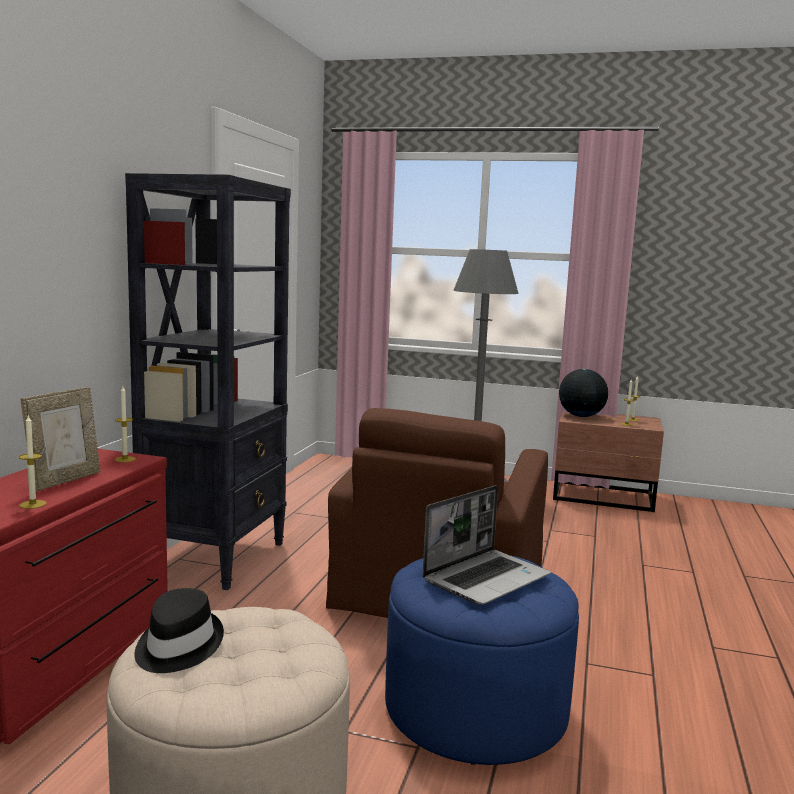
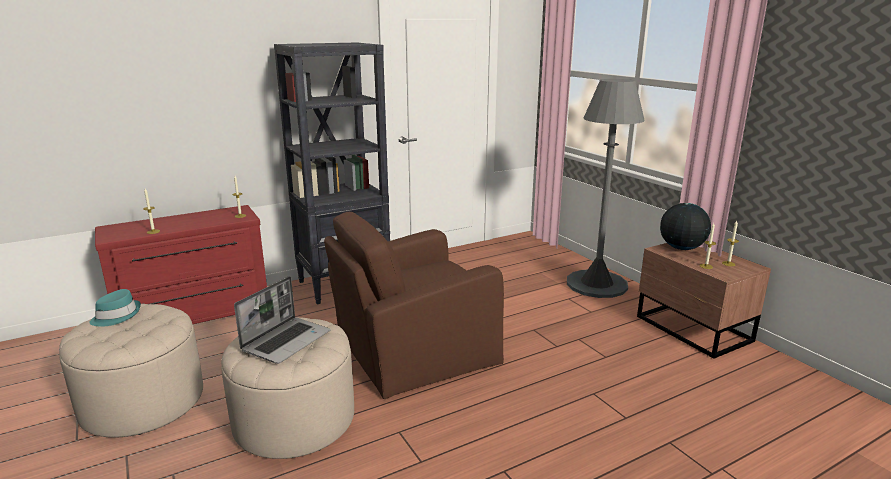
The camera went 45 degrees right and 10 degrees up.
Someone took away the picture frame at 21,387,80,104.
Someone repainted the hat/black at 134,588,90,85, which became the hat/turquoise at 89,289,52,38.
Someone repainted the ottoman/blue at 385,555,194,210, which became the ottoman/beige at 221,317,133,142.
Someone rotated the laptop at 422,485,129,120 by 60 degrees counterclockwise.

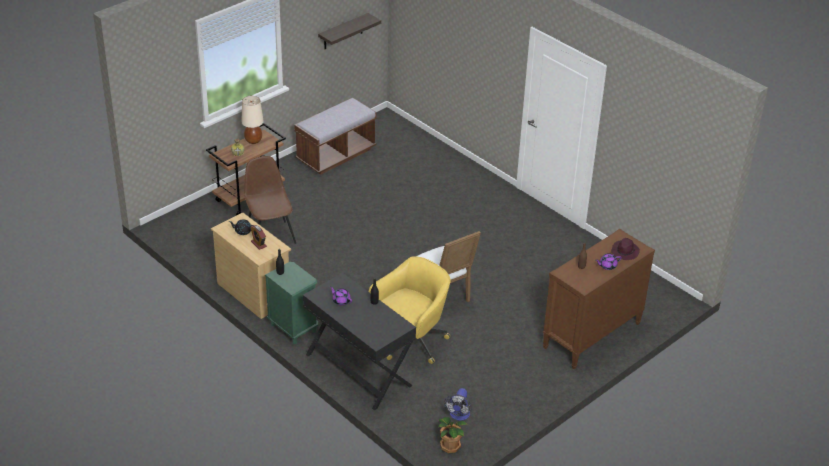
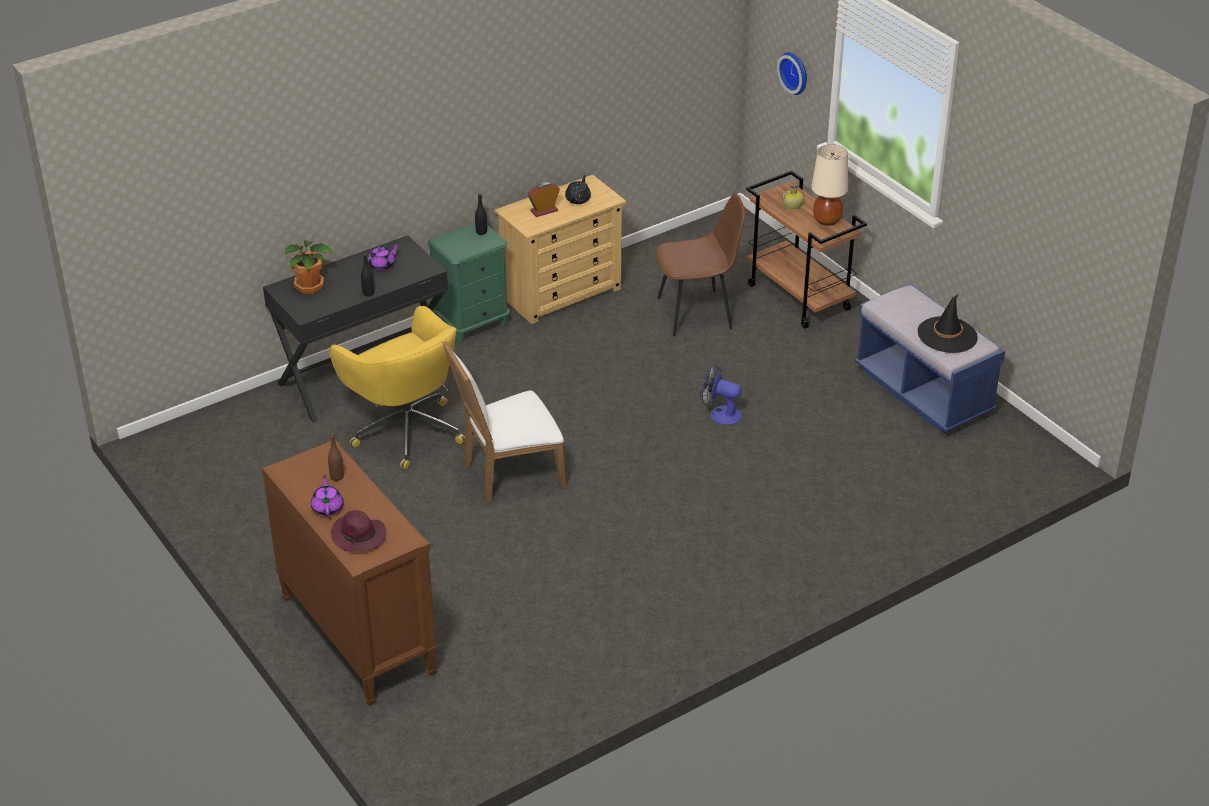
The camera went 100 degrees right and 0 degrees up.
Someone took away the shelf at 318,13,63,36.
Someone put up the wall clock at 777,52,30,43.
Someone put down the hat/black at 918,295,60,58.
Someone carried the potted plant from 439,417,29,37 to 285,241,48,53.
Someone carried the fan from 444,388,28,33 to 700,364,42,61.
Someone repainted the bench/brown at 294,98,83,77, which became the bench/blue at 855,283,150,150.

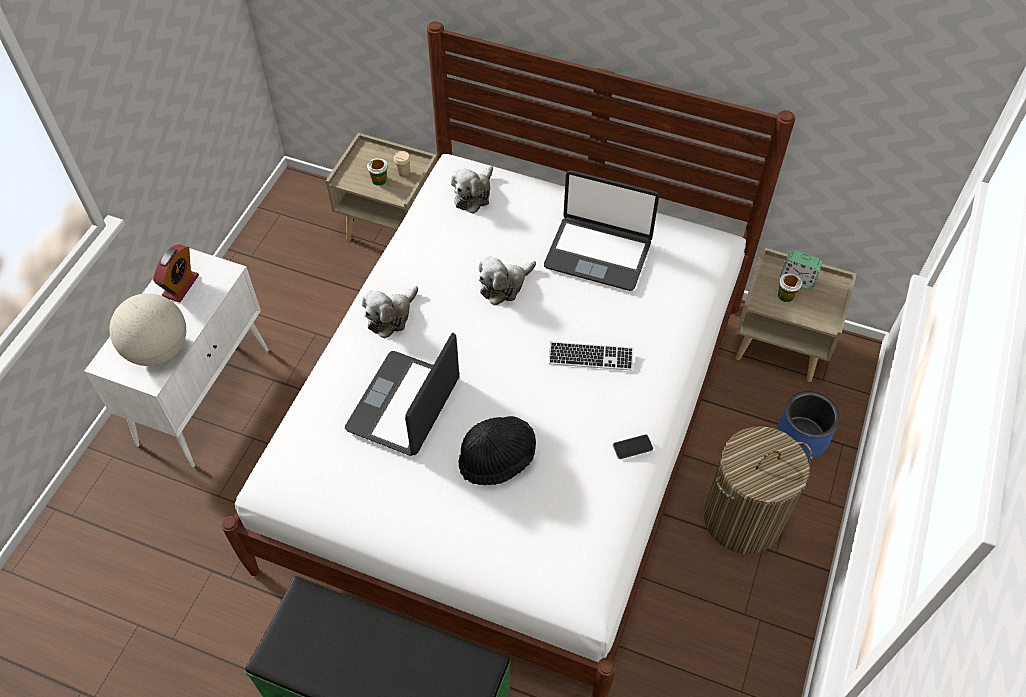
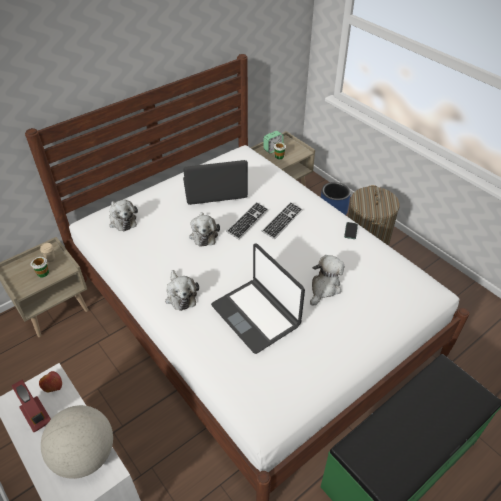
The camera went 60 degrees left and 10 degrees down.
Someone put down the apple at 39,371,23,21.
Someone put down the keyboard at 226,202,43,37.
Someone swapped the hat/black at 458,416,78,69 for the plush toy at 310,255,34,51.
Someone rotated the laptop at 544,170,115,121 by 150 degrees counterclockwise.

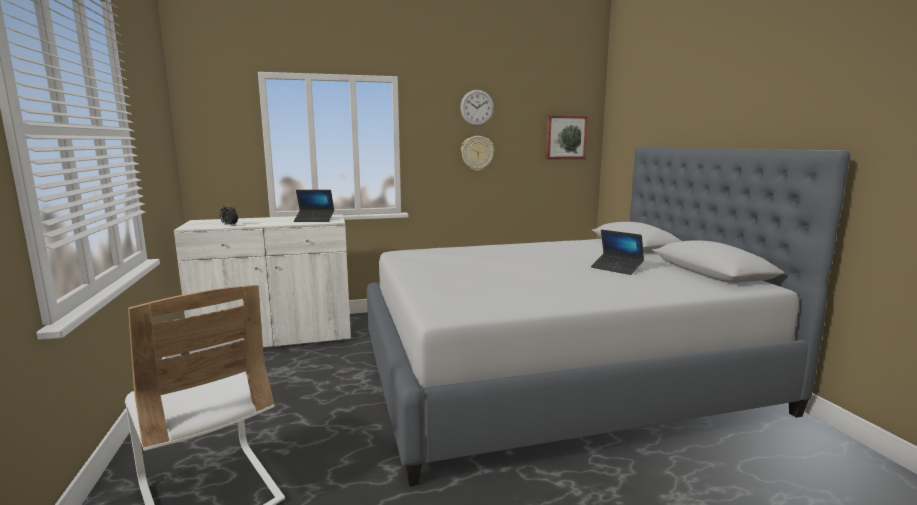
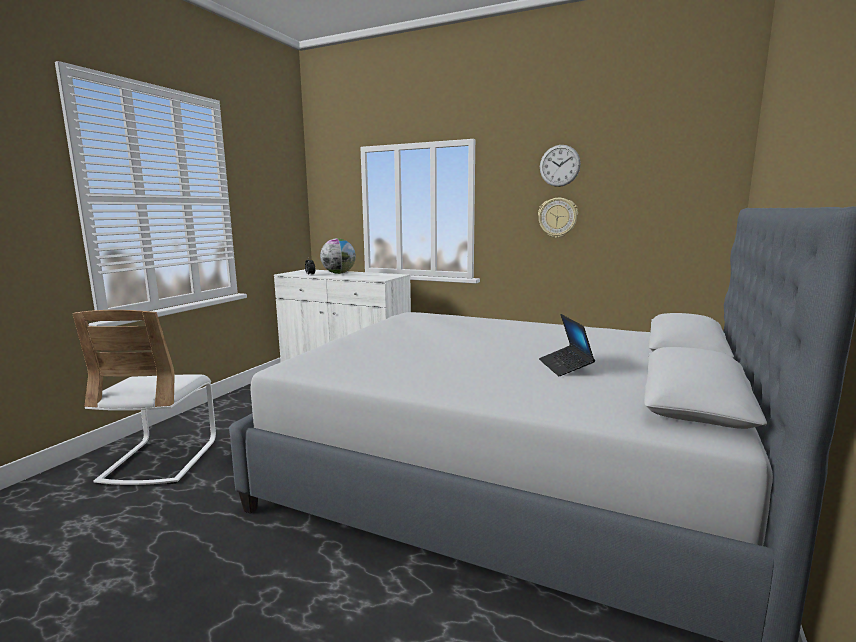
The camera went 40 degrees right and 0 degrees up.
Someone took away the laptop at 294,190,40,32.
Someone took away the picture at 545,115,43,45.
Someone put down the globe at 320,238,36,36.

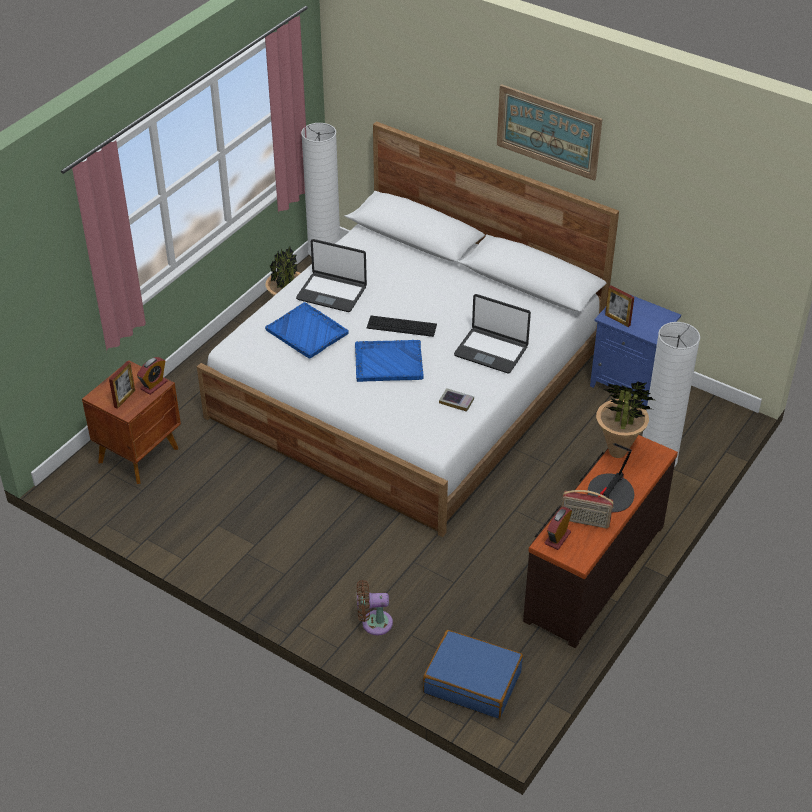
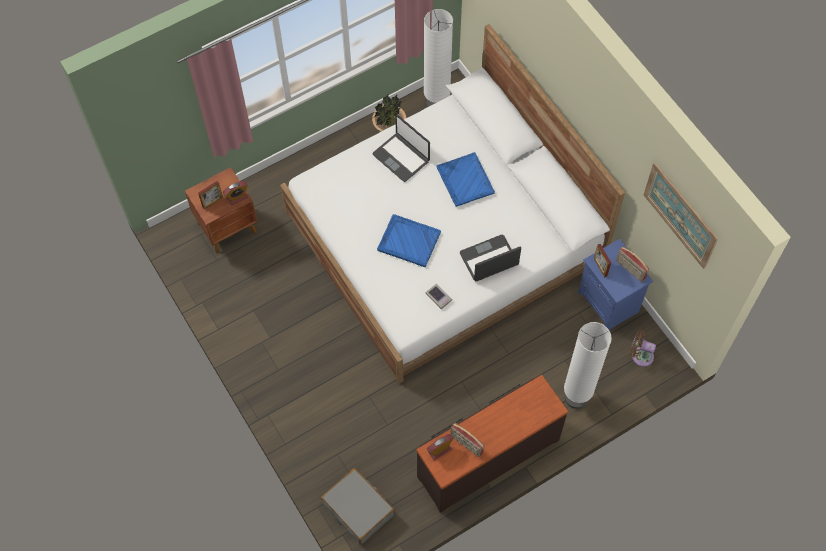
The camera went 25 degrees right and 20 degrees up.
Someone took away the keyboard at 367,316,70,21.
Someone took away the table lamp at 588,443,46,70.
Someone took away the potted plant at 596,381,58,77.
Someone put down the radio at 616,246,33,36.
Someone carried the tray/blue from 265,302,84,57 to 437,152,58,55.
Someone carried the fan/brown from 357,580,36,55 to 630,329,26,38.
Someone carried the picture from 497,84,105,97 to 644,162,74,107.
Someone repainted the suitcase/blue at 423,630,100,88, which became the suitcase/grey at 321,468,74,77.
Someone rotated the laptop at 454,294,77,79 by 105 degrees clockwise.

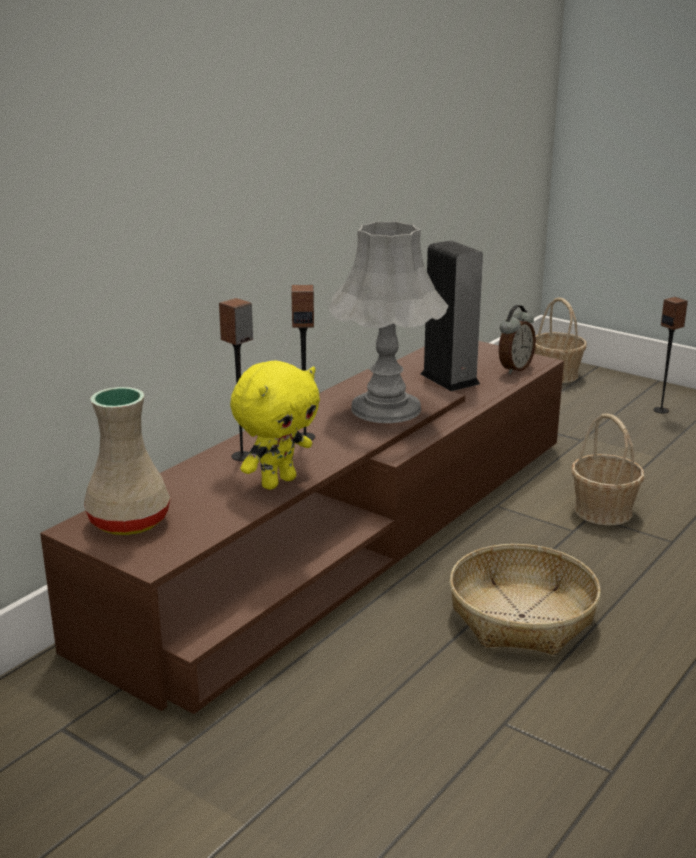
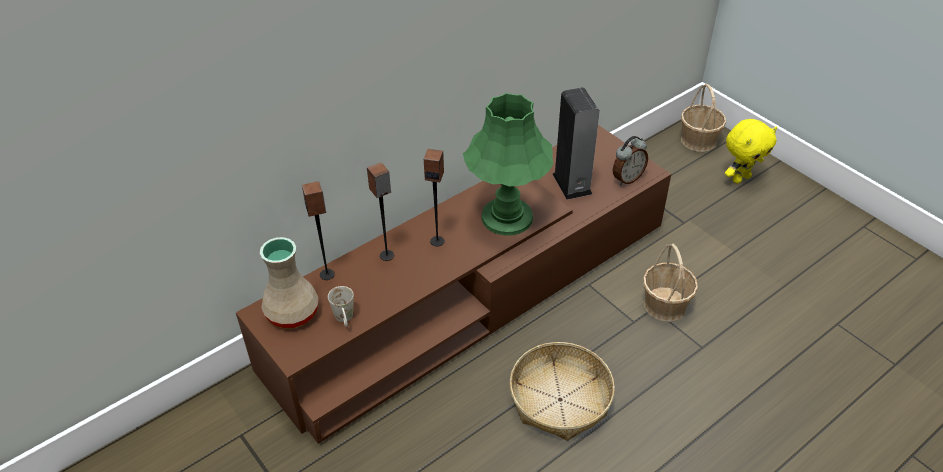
The camera went 15 degrees right and 20 degrees up.
Someone put down the mug/white at 328,286,26,41.
Someone carried the plush toy/yellow from 230,360,90,130 to 725,119,52,65.
Someone carried the speaker from 654,297,34,116 to 302,181,33,99.
Someone repainted the table lamp/grey at 328,221,120,202, which became the table lamp/green at 463,93,90,143.

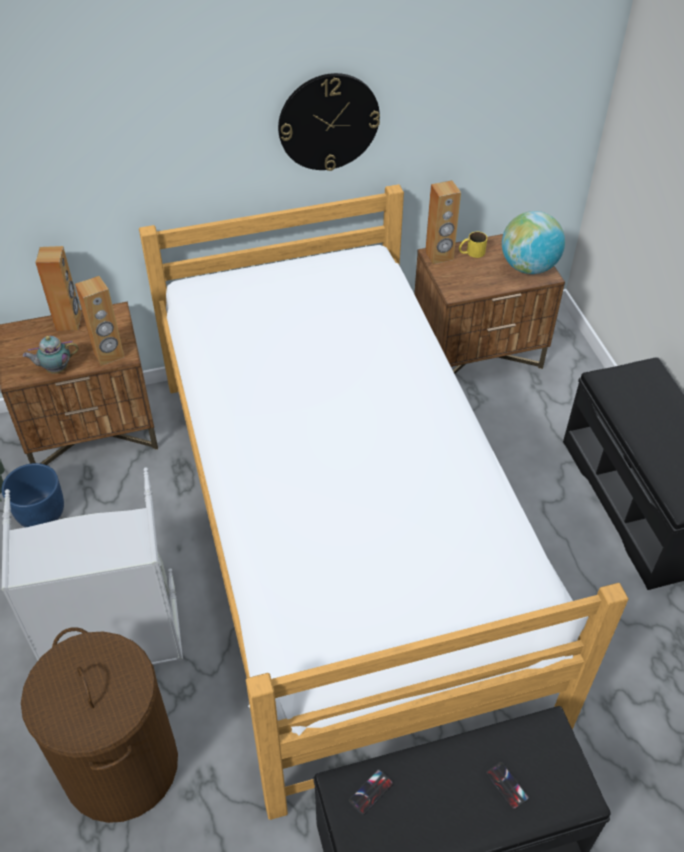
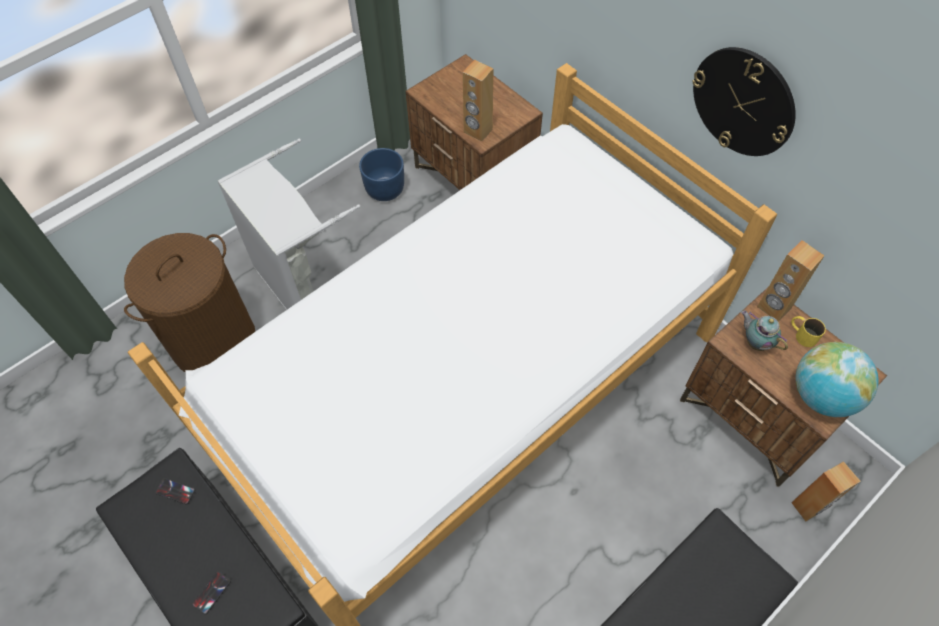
The camera went 65 degrees right and 10 degrees up.
Someone carried the teapot from 23,336,56,38 to 741,310,47,41.
Someone carried the speaker/brown from 35,246,46,85 to 791,461,70,60.

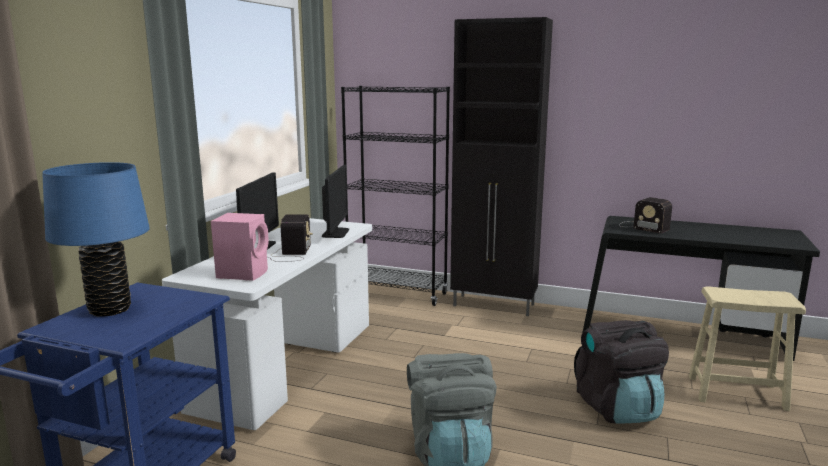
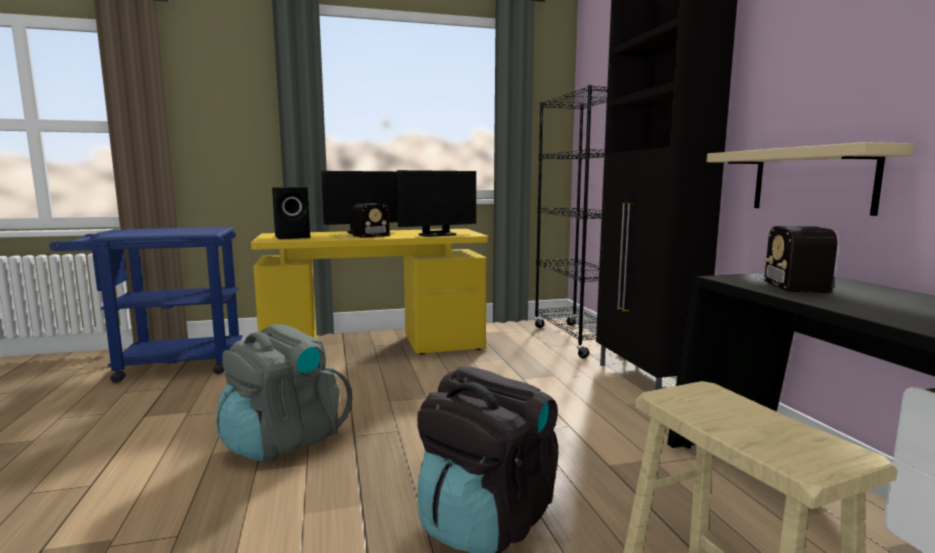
The camera went 55 degrees right and 5 degrees down.
Someone took away the table lamp/blue at 42,162,108,155.
Someone put up the shelf/beige at 706,142,208,74.
Someone repainted the desk/white at 162,218,210,212, which became the desk/yellow at 251,229,237,126.
Someone repainted the speaker/pink at 211,213,58,68, which became the speaker/black at 272,187,38,52.

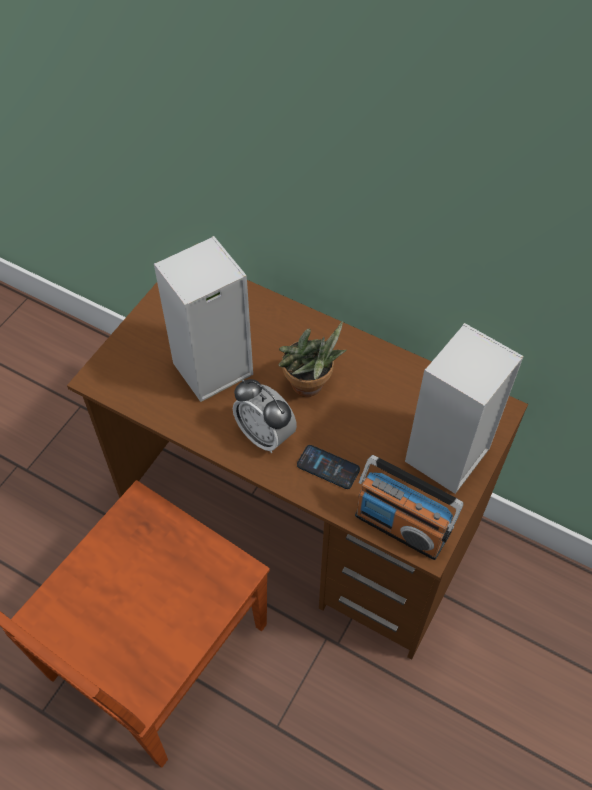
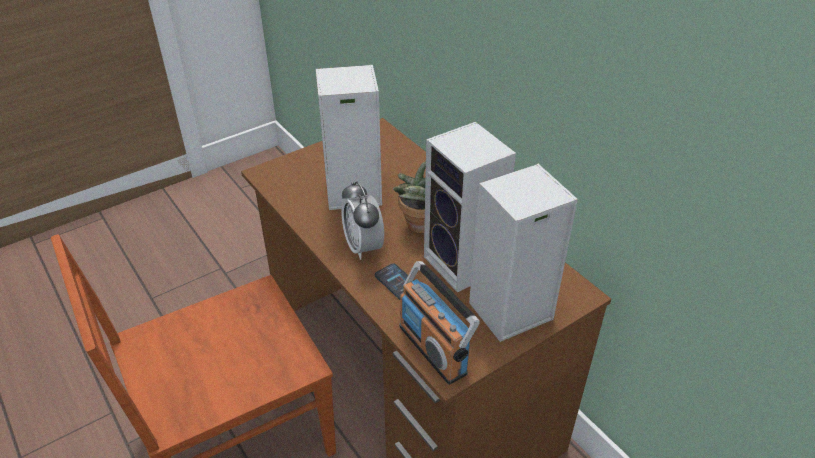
The camera went 25 degrees right and 15 degrees down.
Someone put down the speaker at 424,122,92,171.

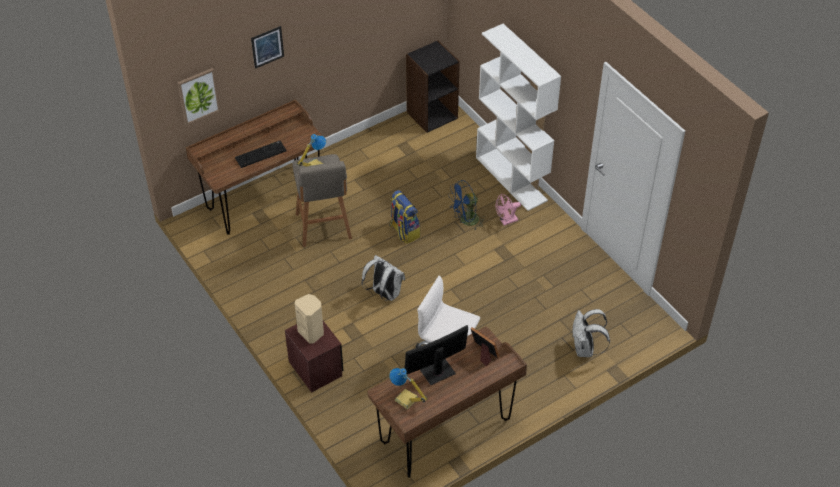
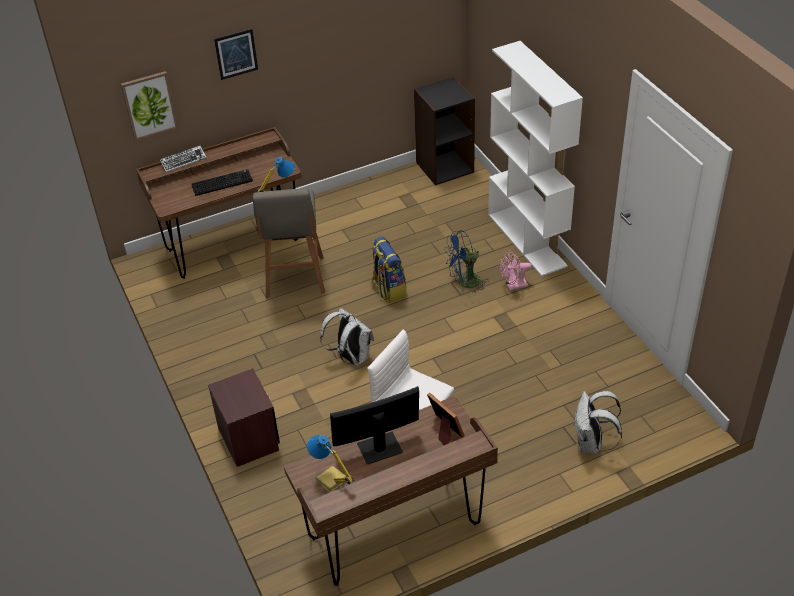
The camera went 10 degrees right and 5 degrees down.
Someone took away the speaker/beige at 294,294,30,49.
Someone put down the keyboard at 160,146,47,26.

